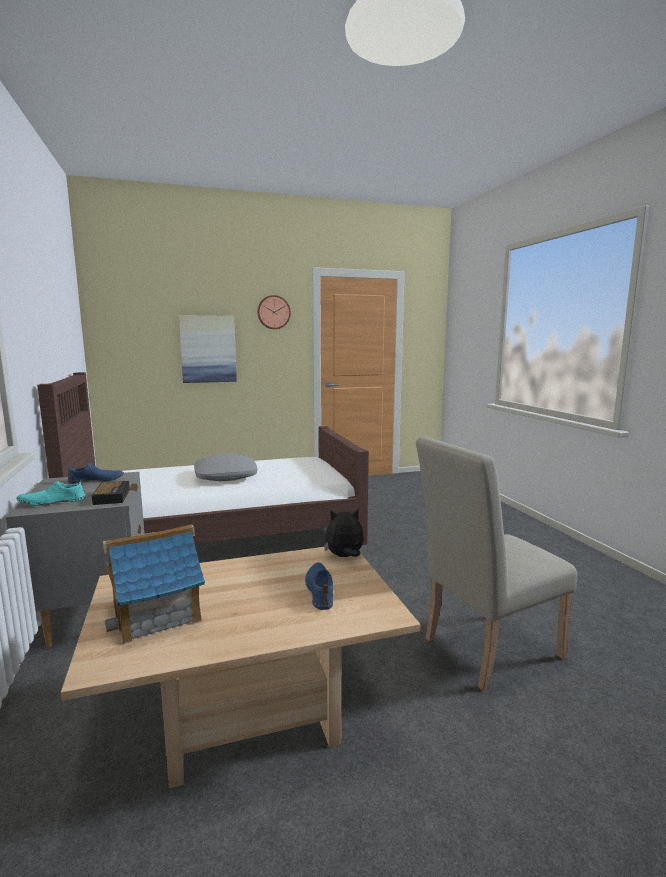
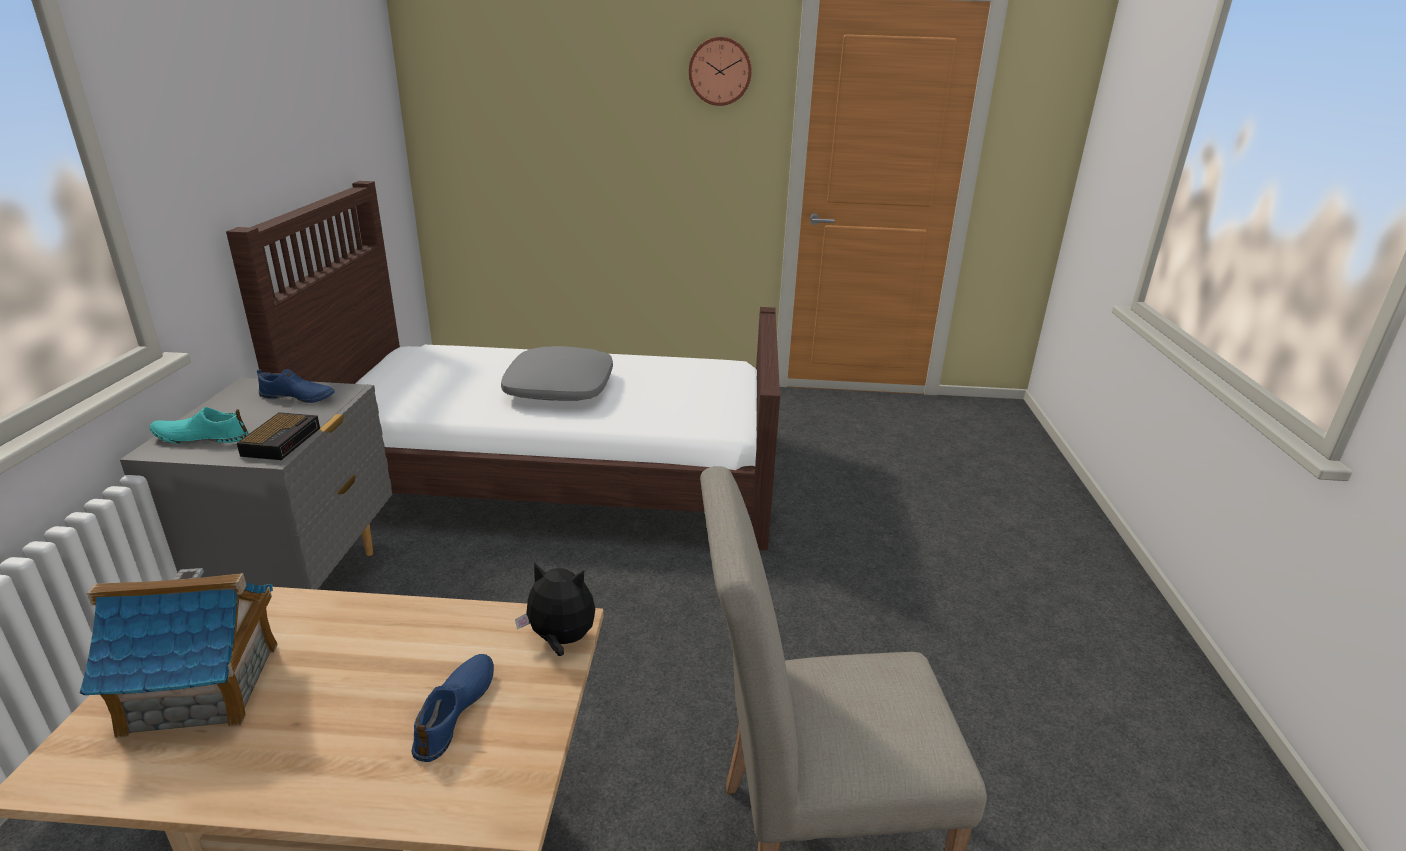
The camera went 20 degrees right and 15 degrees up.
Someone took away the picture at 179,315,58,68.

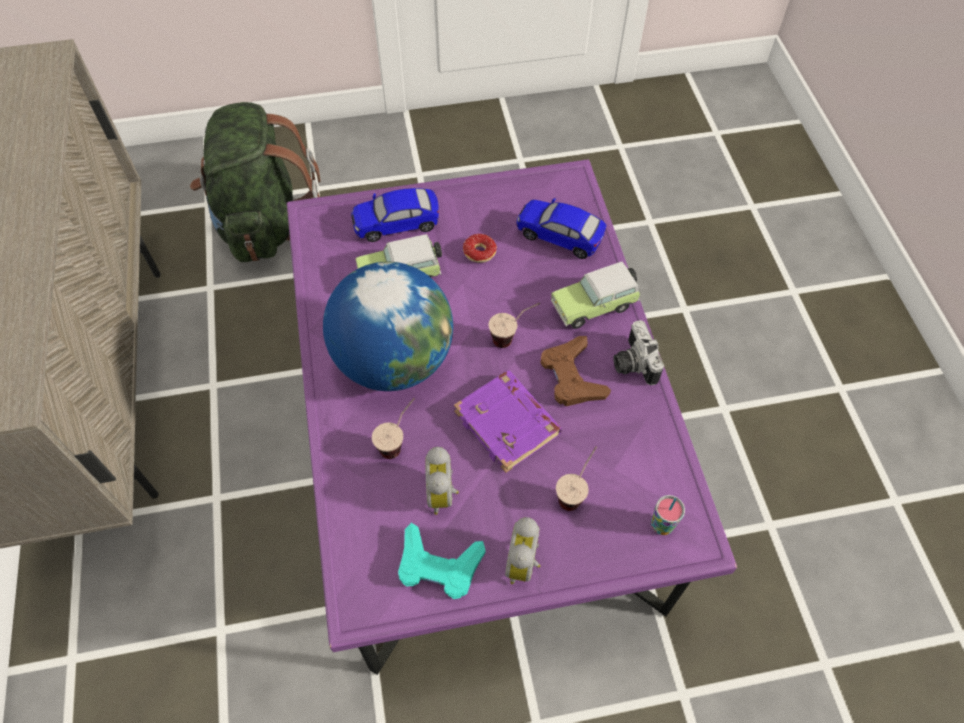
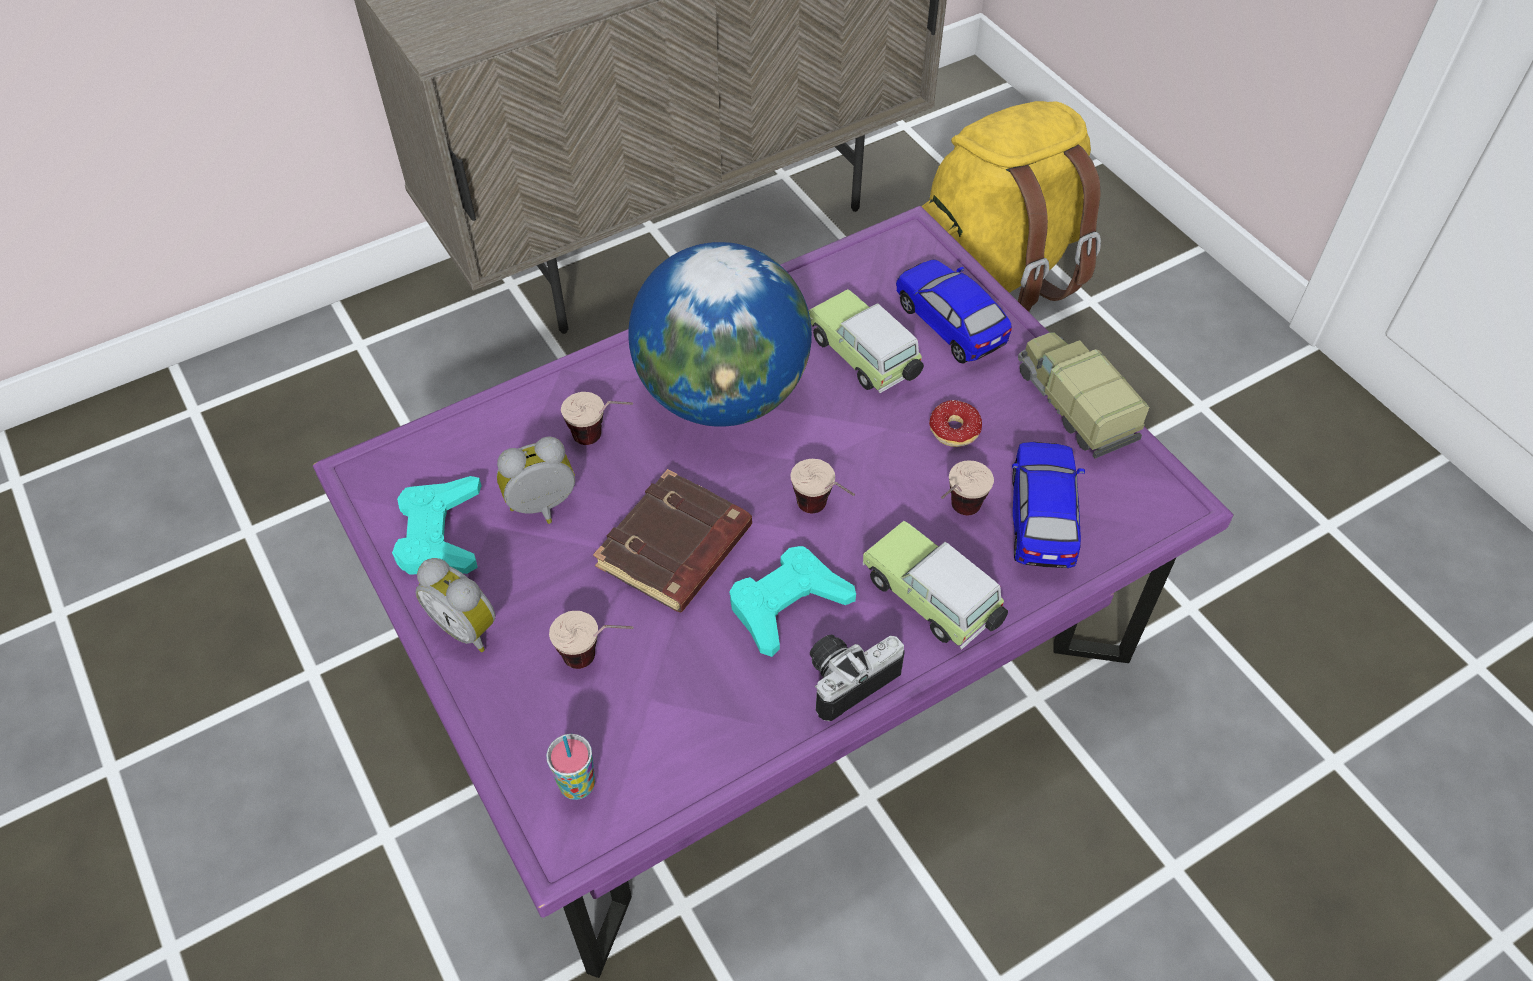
The camera went 70 degrees right and 5 degrees down.
Someone put down the cup at 941,461,53,54.
Someone put down the toy truck at 1018,332,131,127.
Someone repainted the backpack/green at 190,102,130,160, which became the backpack/yellow at 922,101,179,211.
Someone repainted the book/purple at 454,371,108,102, which became the book/brown at 593,469,159,144.
Someone repainted the game controller/brown at 540,336,71,70, which became the game controller/turquoise at 730,546,126,111.
Someone rotated the alarm clock at 505,517,35,67 by 135 degrees counterclockwise.

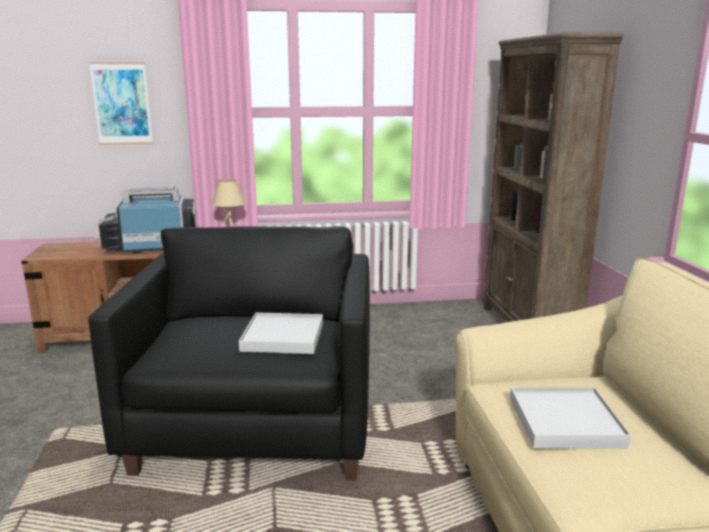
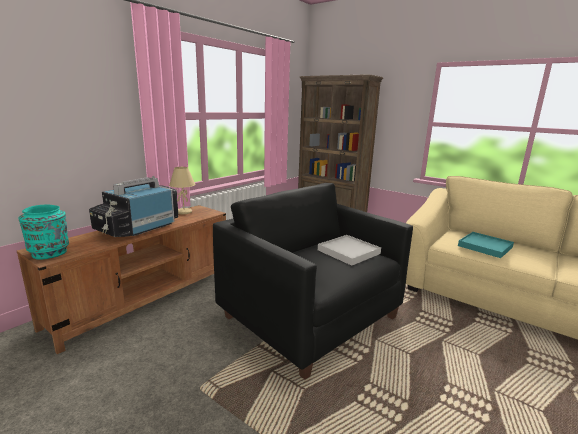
The camera went 45 degrees left and 0 degrees up.
Someone took away the picture at 89,62,64,83.
Someone put down the vase/turquoise at 18,205,51,55.
Someone repainted the tray/white at 510,387,121,61, which became the tray/turquoise at 458,232,56,26.

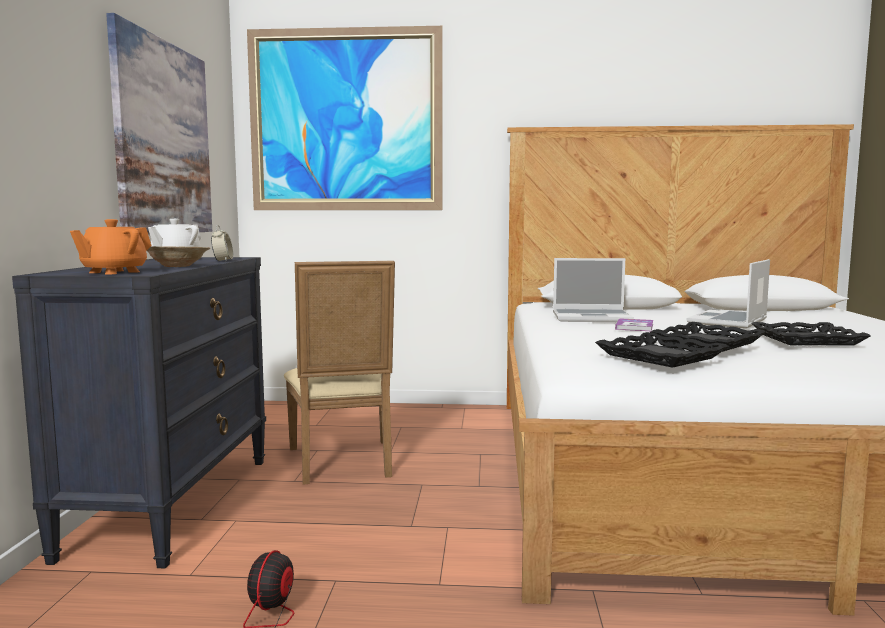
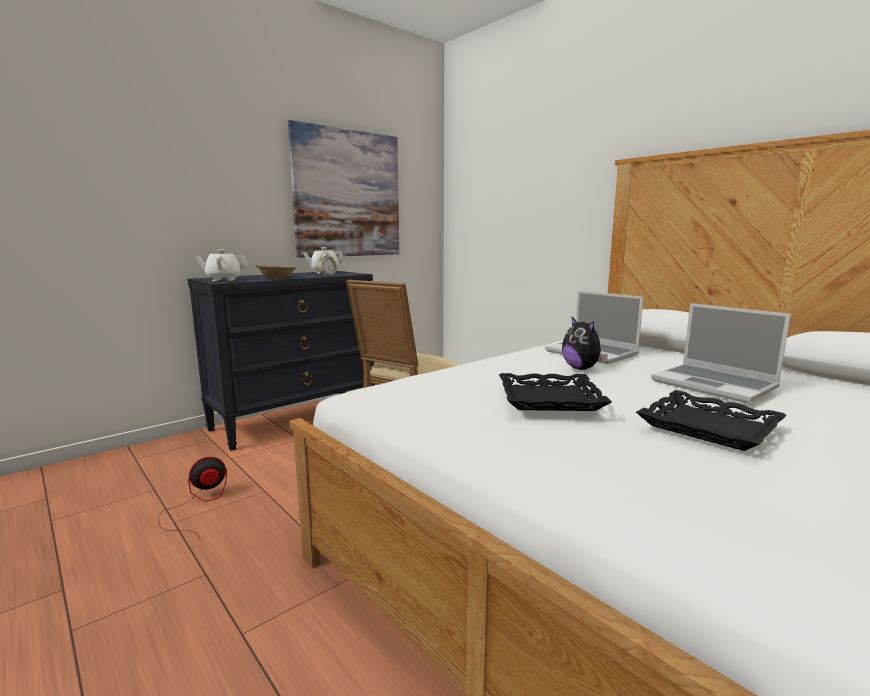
The camera went 45 degrees right and 5 degrees up.
Someone took away the picture at 247,26,195,184.
Someone took away the tray/black at 595,332,134,36.
Someone swapped the book at 615,318,38,13 for the plush toy at 562,317,46,53.
Someone repainted the teapot/orange at 70,219,81,55, which became the teapot/white at 195,250,53,31.
Someone rotated the laptop at 687,259,83,70 by 120 degrees counterclockwise.

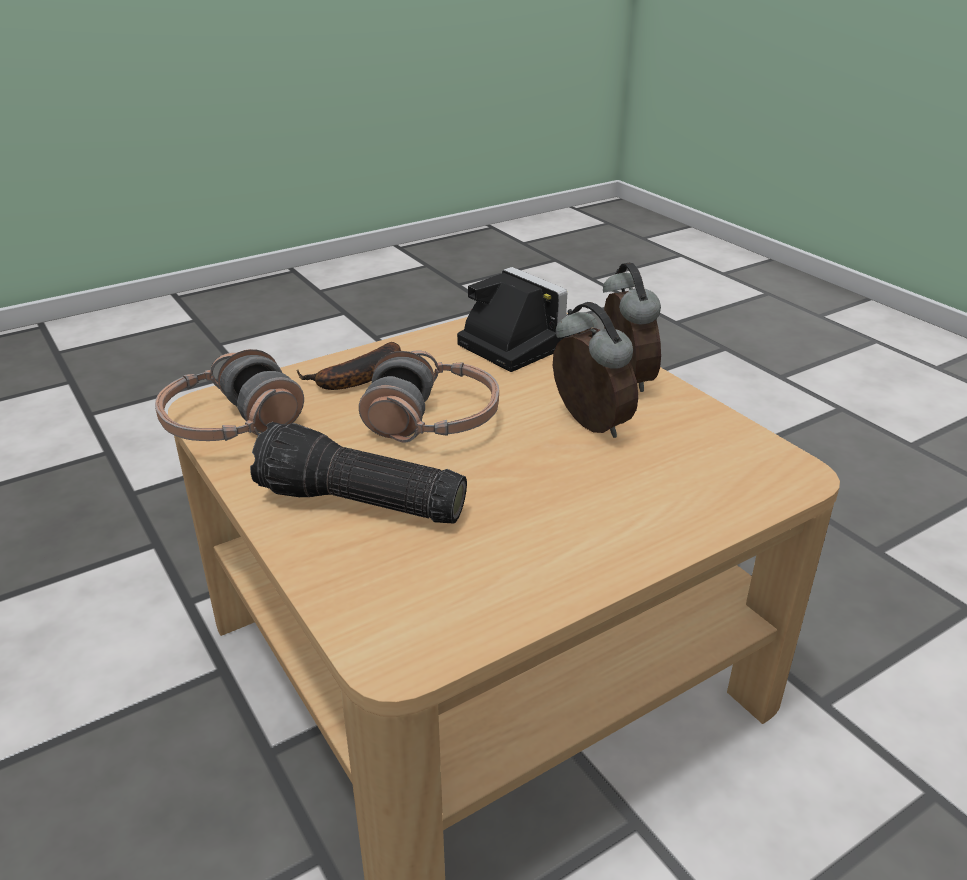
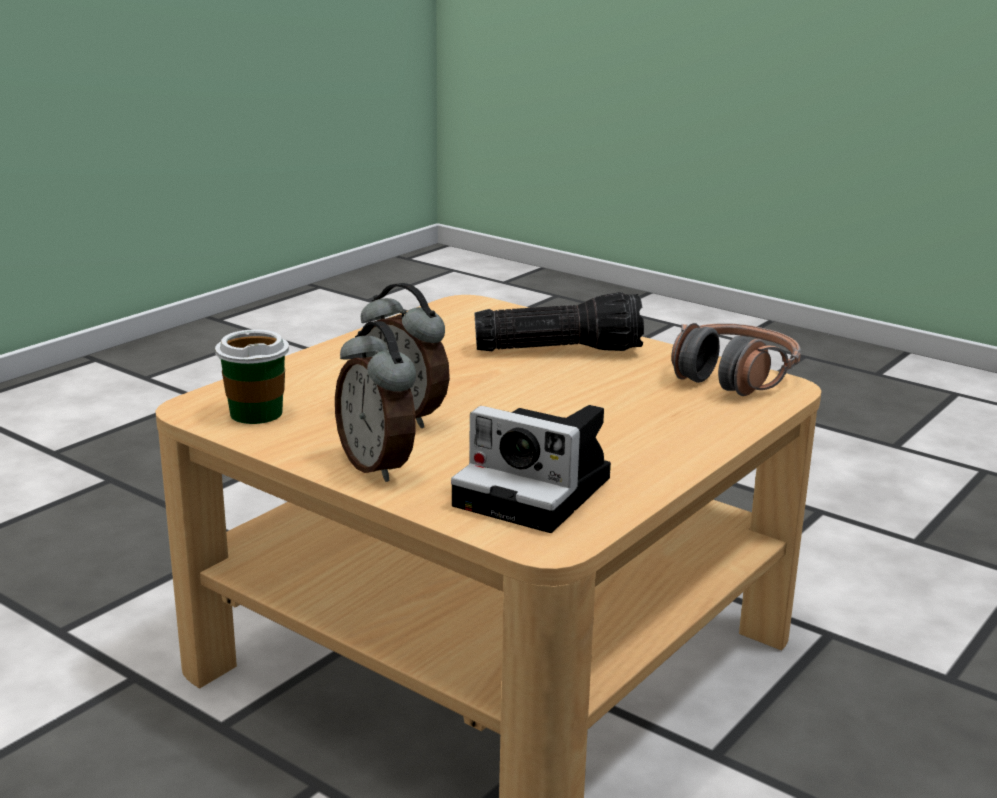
The camera went 160 degrees right and 10 degrees down.
Someone took away the banana at 296,342,105,48.
Someone took away the headphones at 359,350,140,93.
Someone put down the cup at 215,329,74,95.

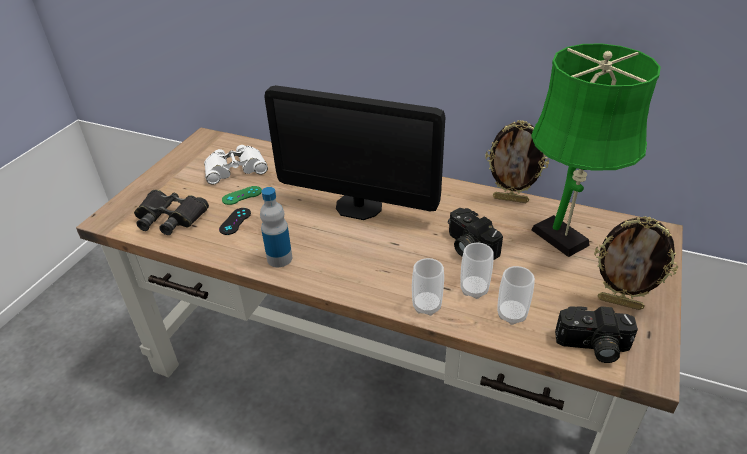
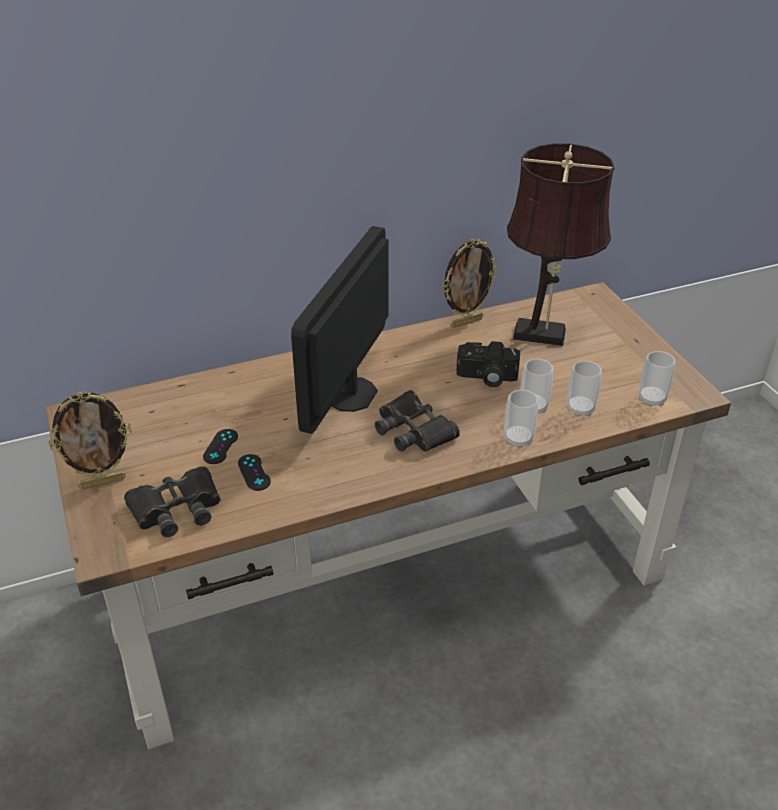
The camera went 45 degrees left and 0 degrees up.
Someone took away the binoculars/white at 204,145,64,40.
Someone took away the bottle at 260,187,32,80.
Someone put down the binoculars/black at 375,390,85,62.
Someone carried the picture frame from 594,216,84,94 to 48,392,84,98.
Someone swapped the photo camera at 555,306,83,57 for the cup at 639,351,36,56.
Someone repainted the game controller/green at 222,186,40,19, which became the game controller/black at 203,429,35,35.
Someone repainted the table lamp/green at 531,43,130,214, which became the table lamp/brown at 507,143,108,203.
Someone rotated the monitor at 264,85,181,135 by 135 degrees clockwise.

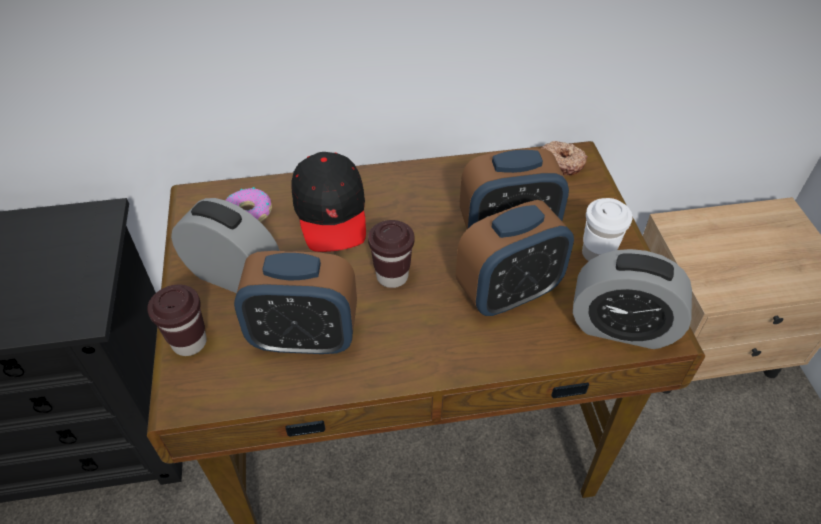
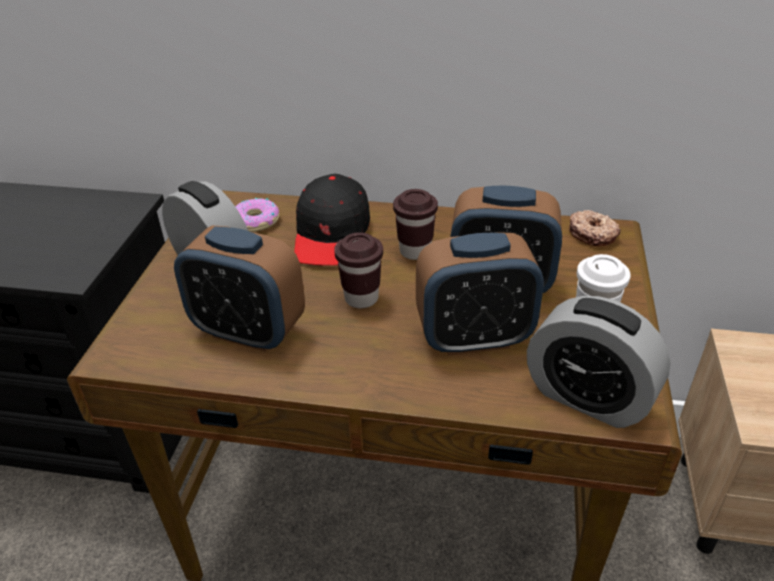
The camera went 20 degrees right and 10 degrees down.
Someone carried the cup/brown from 147,284,60,72 to 393,189,45,71.

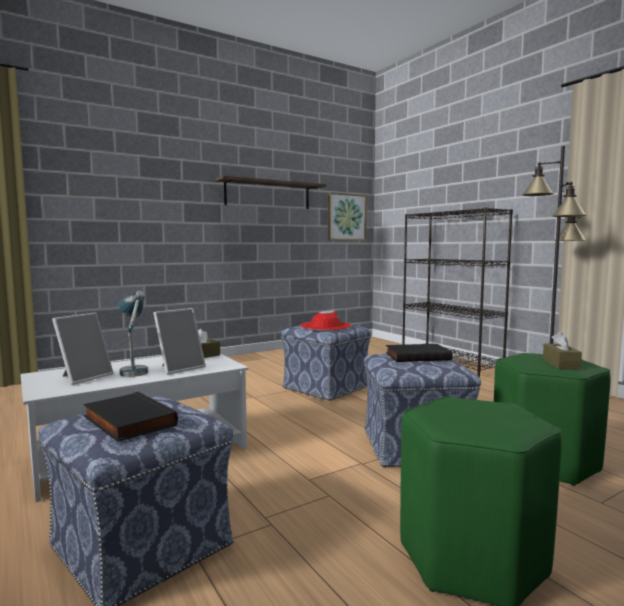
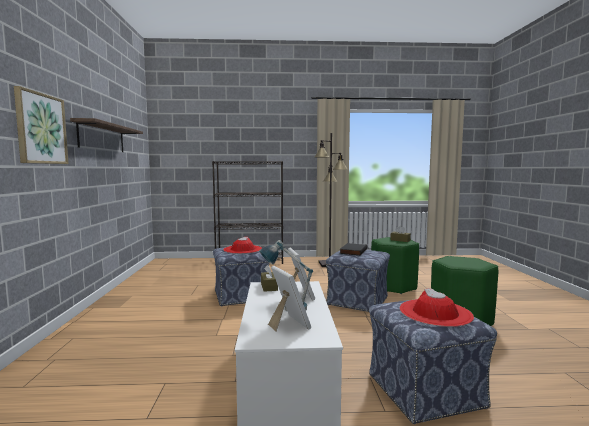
The camera went 60 degrees left and 0 degrees up.
Someone carried the picture from 328,192,39,49 to 14,86,55,78.
Someone swapped the book/black at 83,392,95,50 for the hat/red at 399,288,75,39.

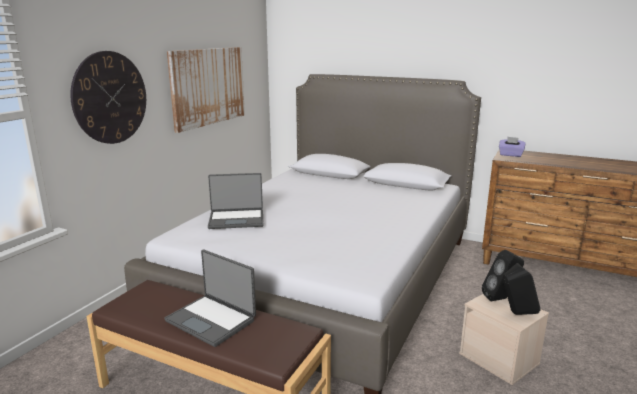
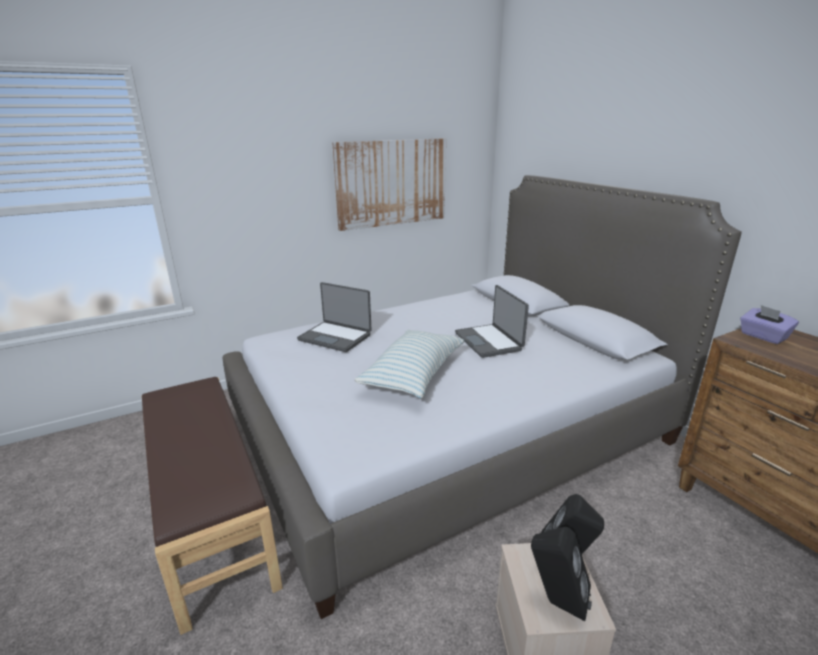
The camera went 35 degrees right and 5 degrees up.
Someone took away the wall clock at 70,51,76,93.
Someone put down the pillow at 354,330,110,69.
Someone carried the laptop from 164,250,92,97 to 455,285,74,73.

